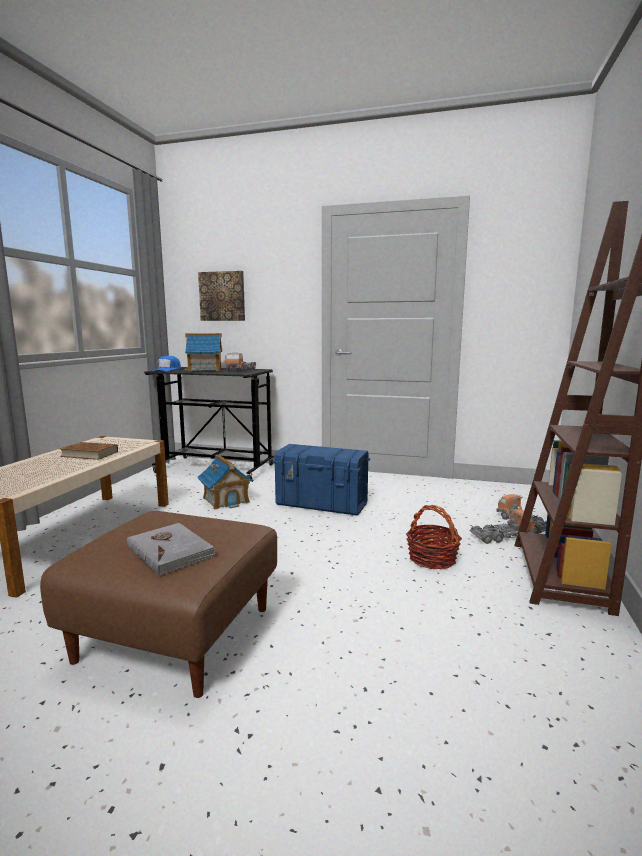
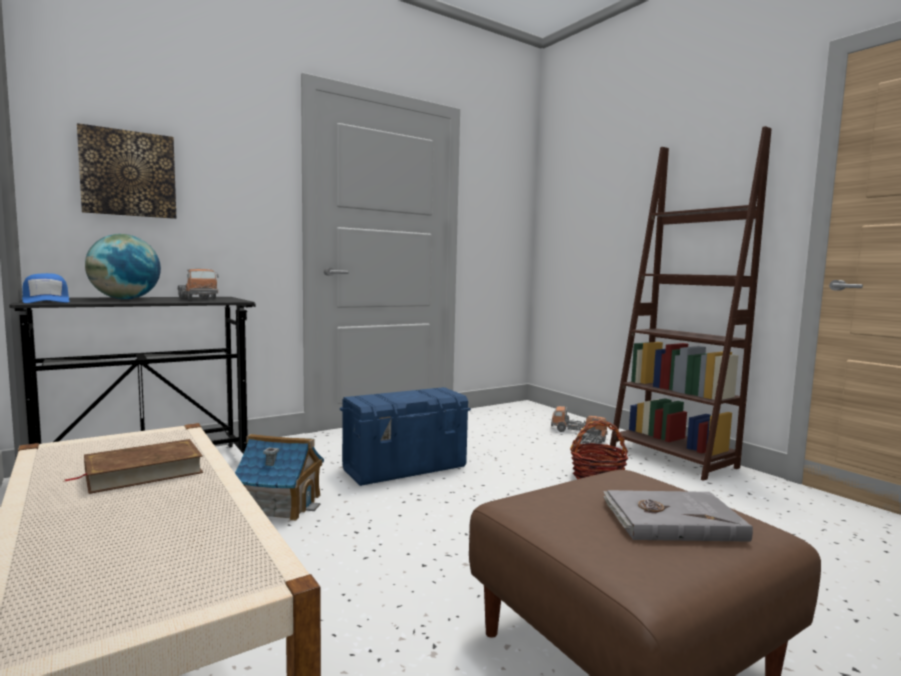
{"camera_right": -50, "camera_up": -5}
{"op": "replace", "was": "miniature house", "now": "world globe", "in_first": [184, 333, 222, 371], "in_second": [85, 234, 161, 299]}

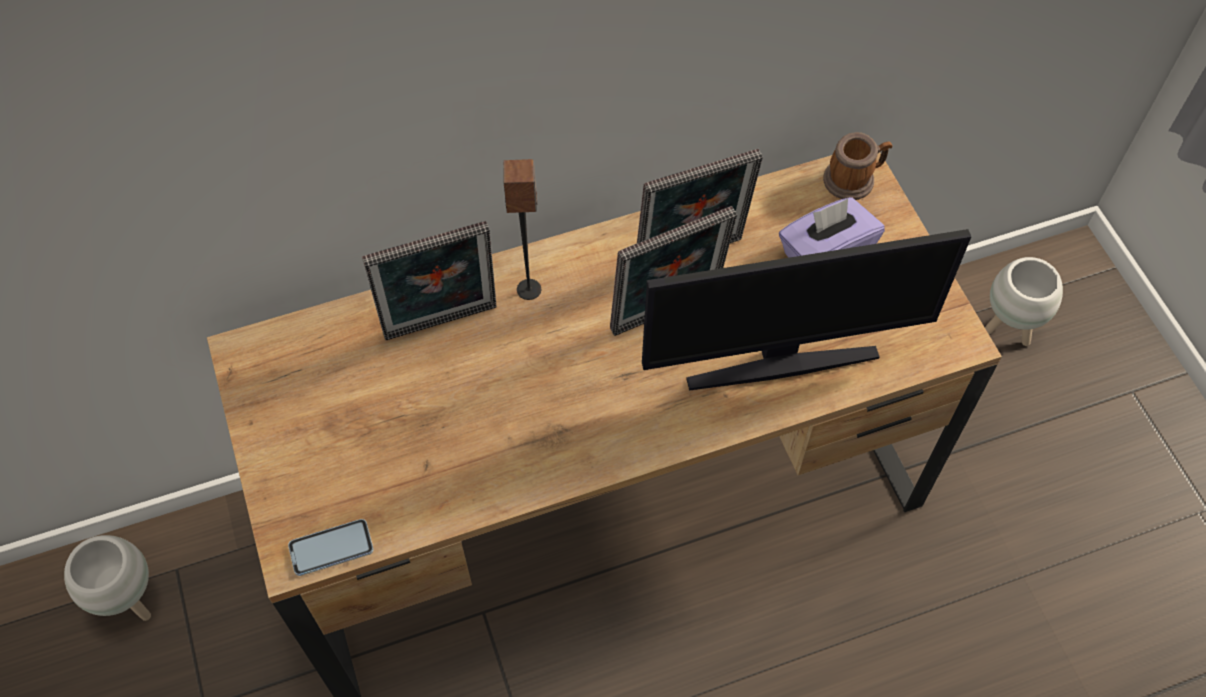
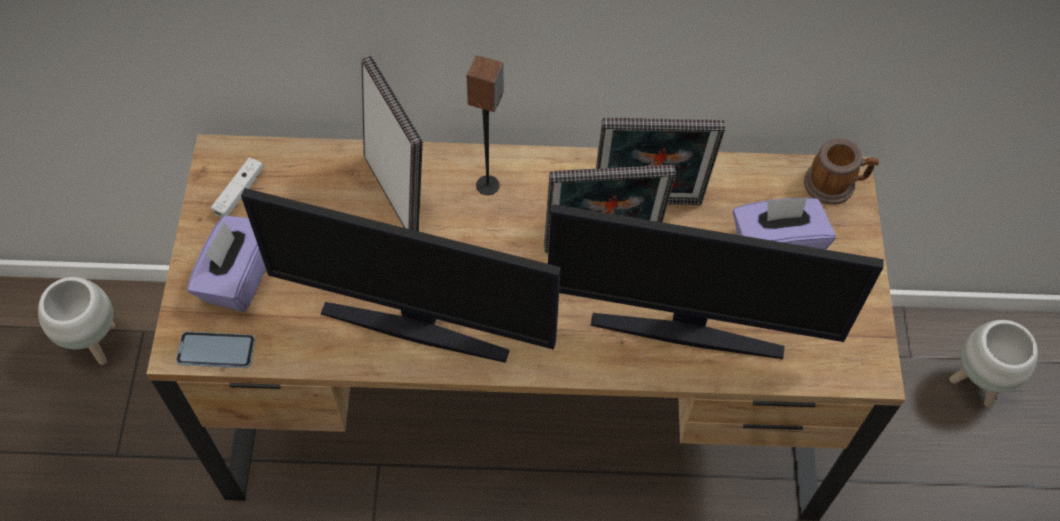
{"camera_right": 20, "camera_up": 0}
{"op": "insert", "now": "box of tissues (purple)", "in_second": [187, 216, 266, 312]}
{"op": "insert", "now": "joypad (white)", "in_second": [211, 157, 264, 218]}
{"op": "insert", "now": "computer screen", "in_second": [241, 188, 561, 363]}
{"op": "rotate", "was": "picture frame", "in_first": [362, 221, 497, 340], "in_second": [361, 56, 423, 231], "clockwise": -120}

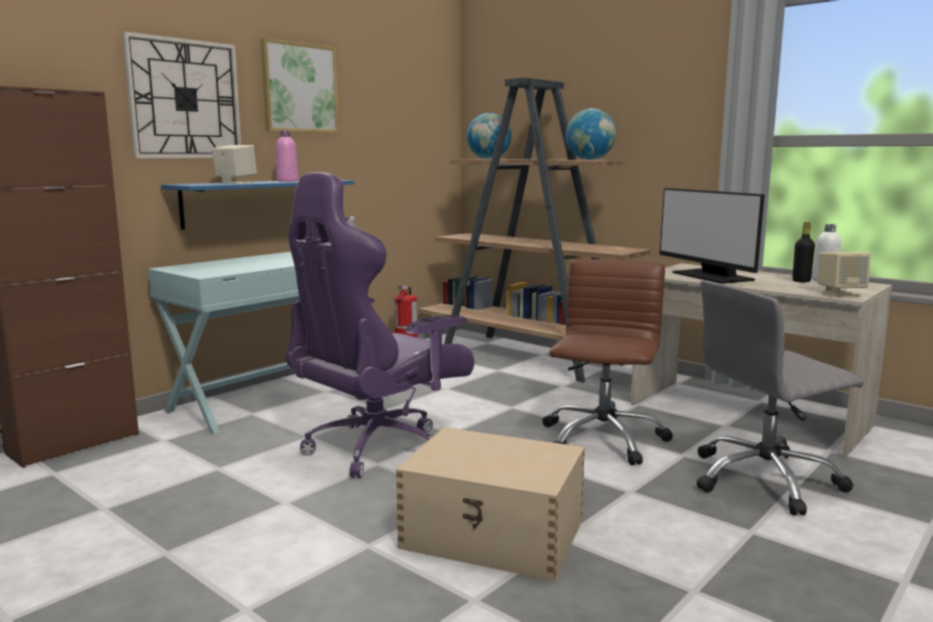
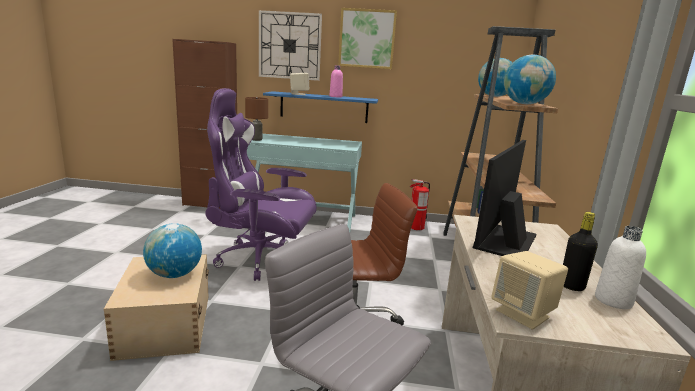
{"camera_right": 55, "camera_up": 5}
{"op": "insert", "now": "world globe", "in_second": [143, 223, 202, 278]}
{"op": "insert", "now": "table lamp (brown)", "in_second": [245, 97, 268, 141]}

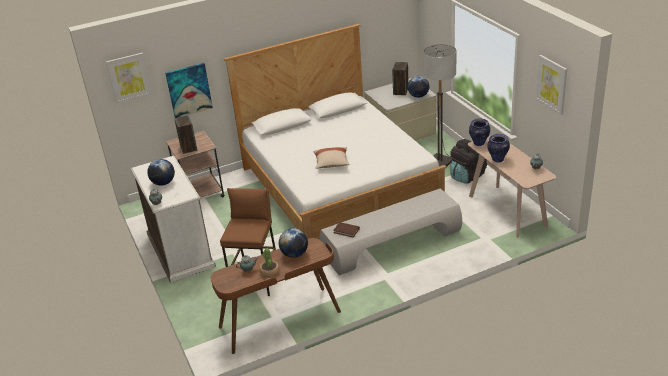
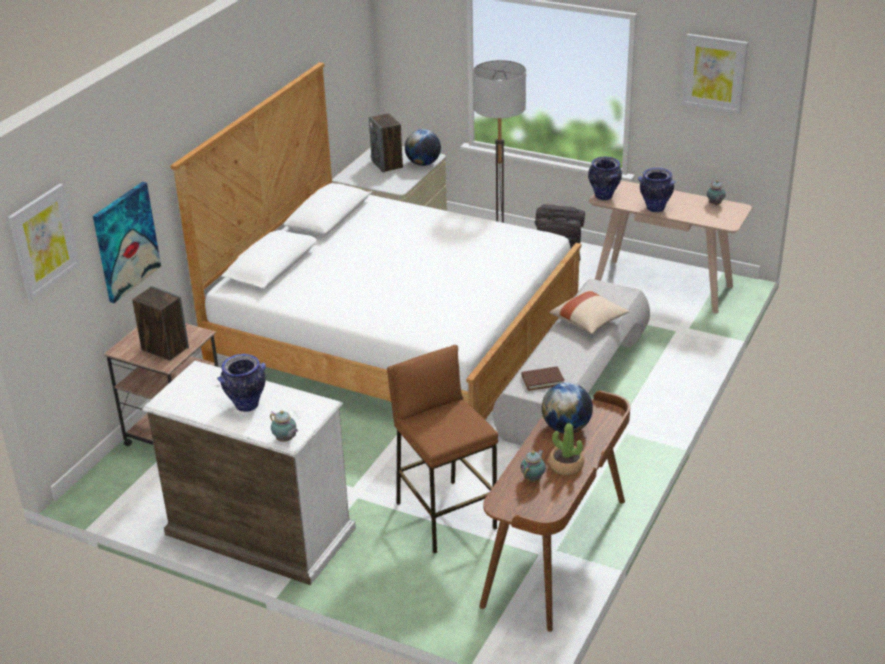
{"camera_right": -40, "camera_up": 0}
{"op": "replace", "was": "world globe", "now": "decorative vase", "in_first": [147, 159, 175, 186], "in_second": [217, 354, 266, 412]}
{"op": "move", "was": "throw pillow (beige)", "in_first": [313, 147, 349, 169], "in_second": [550, 290, 630, 334]}

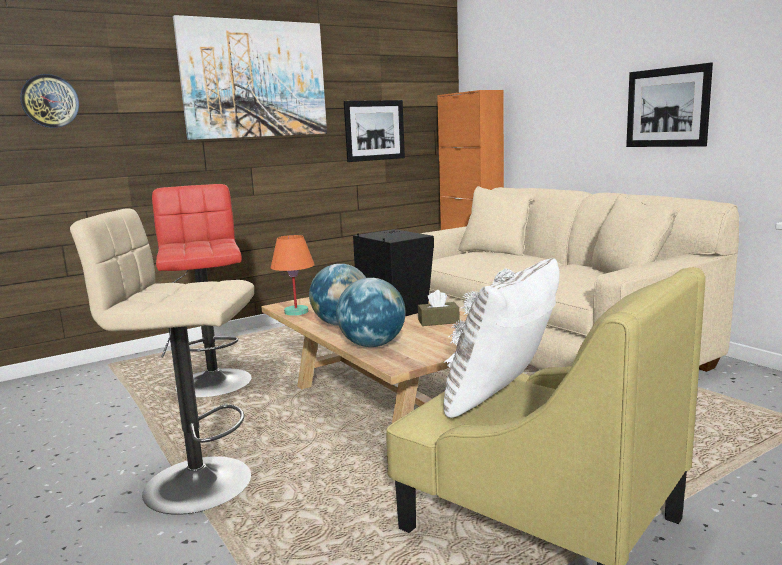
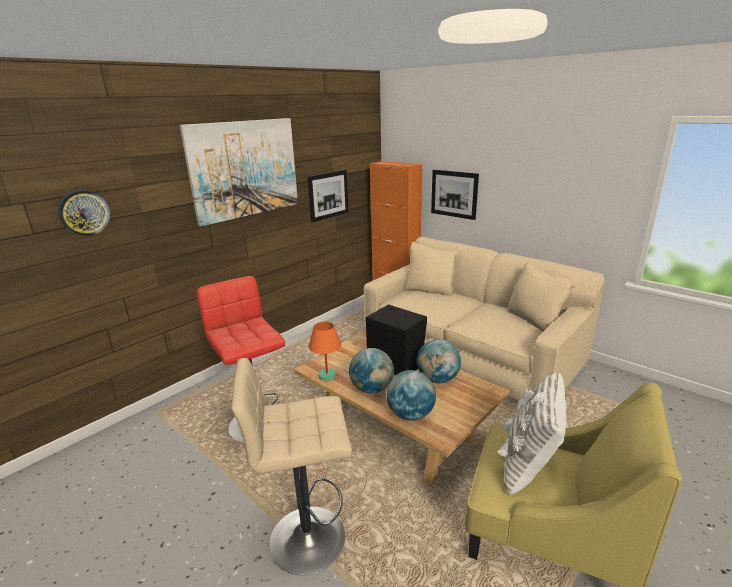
{"camera_right": -15, "camera_up": 10}
{"op": "replace", "was": "box of tissues (brown)", "now": "world globe", "in_first": [418, 290, 460, 326], "in_second": [417, 339, 461, 383]}
{"op": "move", "was": "wall picture", "in_first": [626, 63, 713, 147], "in_second": [431, 170, 479, 220]}

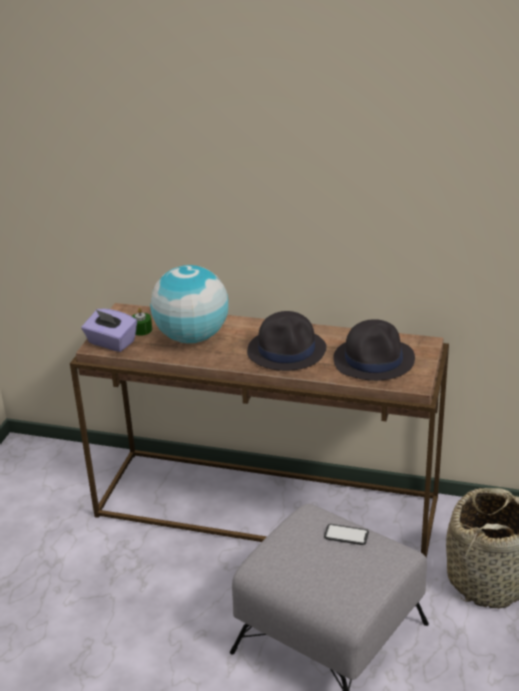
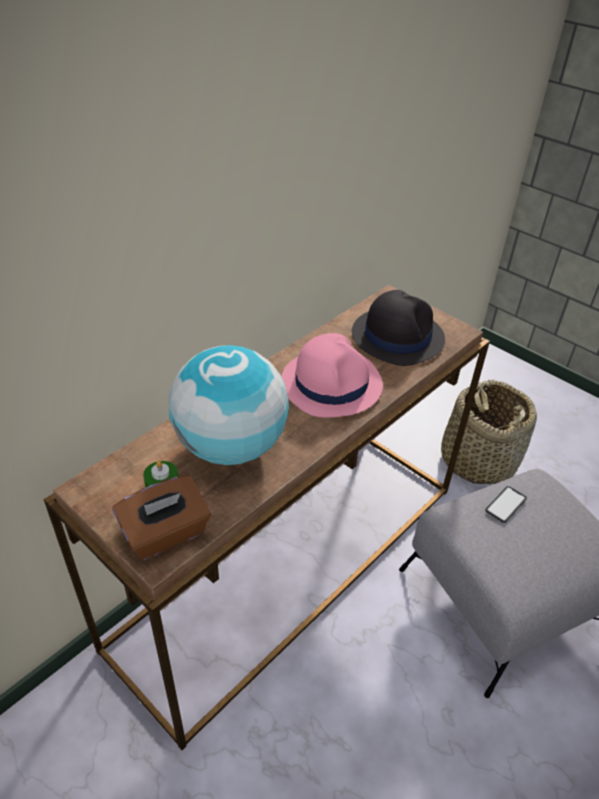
{"camera_right": -65, "camera_up": 10}
{"op": "recolor", "was": "box of tissues (purple)", "now": "box of tissues (brown)", "in_first": [82, 308, 137, 352], "in_second": [112, 475, 211, 560]}
{"op": "recolor", "was": "wearable hat (blackish)", "now": "wearable hat (pink)", "in_first": [247, 311, 327, 371], "in_second": [281, 333, 383, 417]}

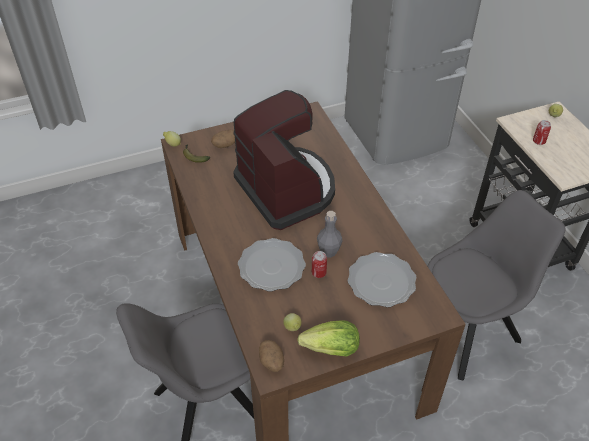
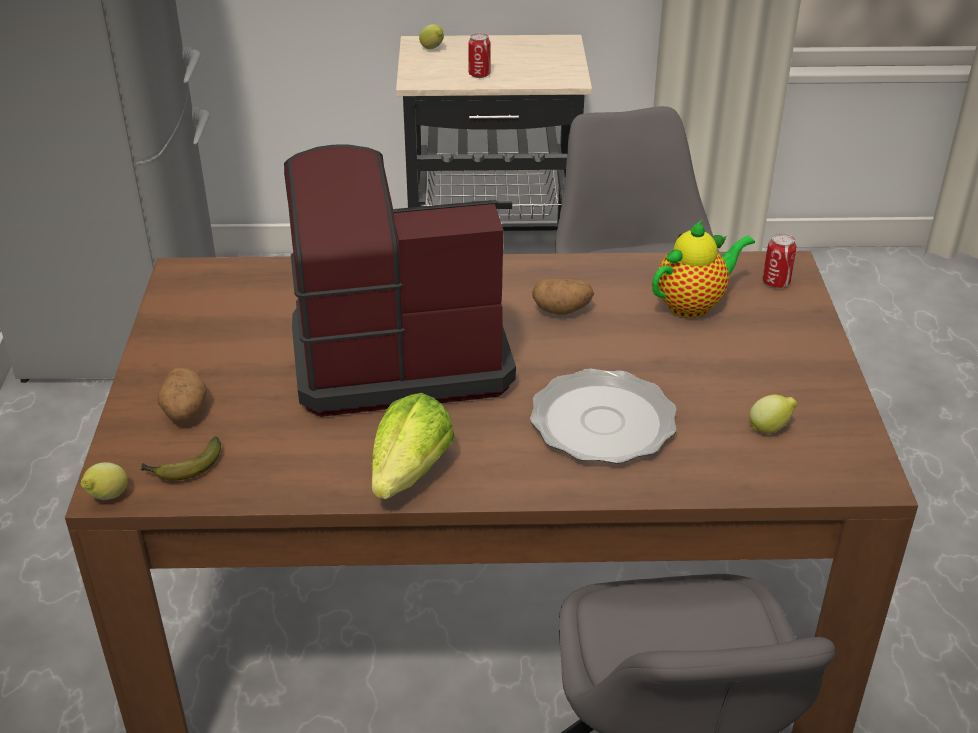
{"camera_right": -70, "camera_up": -10}
{"op": "move", "was": "lettuce", "in_first": [297, 320, 360, 356], "in_second": [371, 393, 455, 499]}
{"op": "move", "was": "spud", "in_first": [259, 340, 284, 372], "in_second": [532, 279, 594, 315]}
{"op": "replace", "was": "flat dish", "now": "pot for tea", "in_first": [348, 252, 416, 307], "in_second": [652, 220, 755, 318]}
{"op": "move", "was": "can", "in_first": [312, 251, 327, 278], "in_second": [762, 233, 797, 288]}
{"op": "delete", "was": "drink bottle (greyish)", "in_first": [317, 211, 342, 258]}

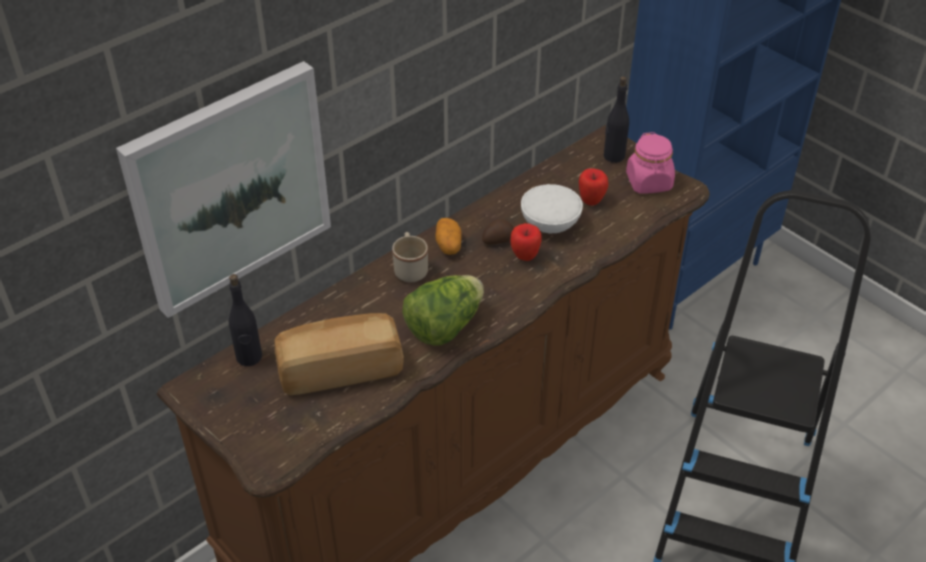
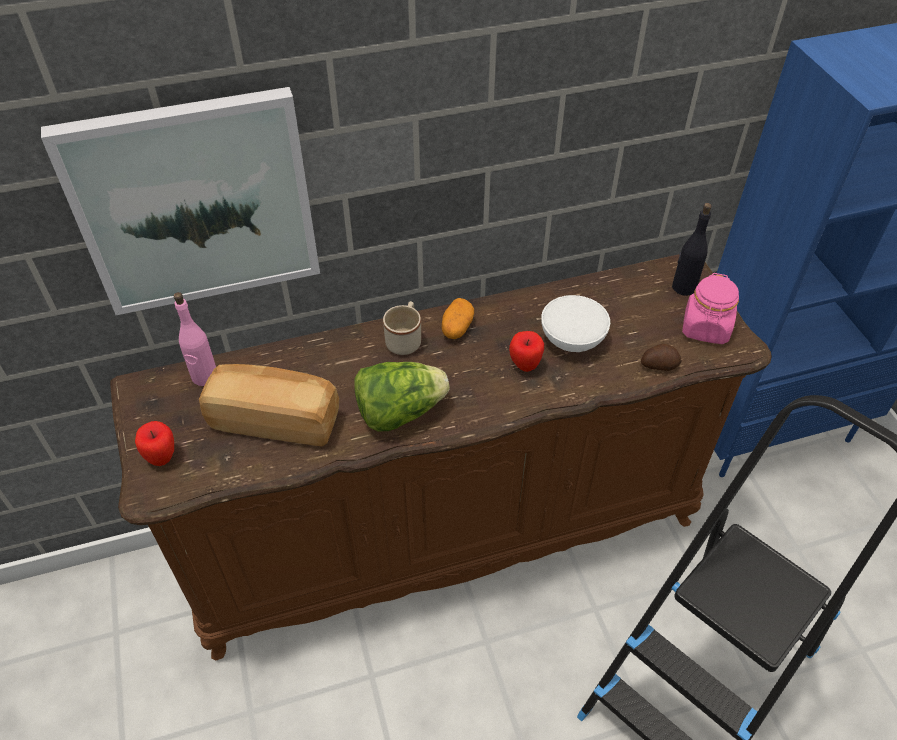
{"camera_right": 25, "camera_up": 5}
{"op": "move", "was": "apple", "in_first": [579, 168, 609, 206], "in_second": [135, 421, 174, 466]}
{"op": "recolor", "was": "drink bottle (blackish)", "now": "drink bottle (pink)", "in_first": [229, 274, 262, 366], "in_second": [174, 292, 216, 386]}
{"op": "move", "was": "spud", "in_first": [482, 219, 514, 245], "in_second": [641, 344, 682, 371]}

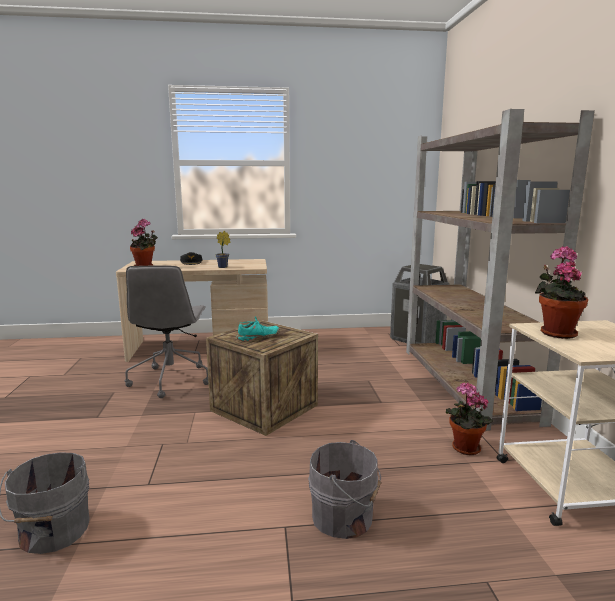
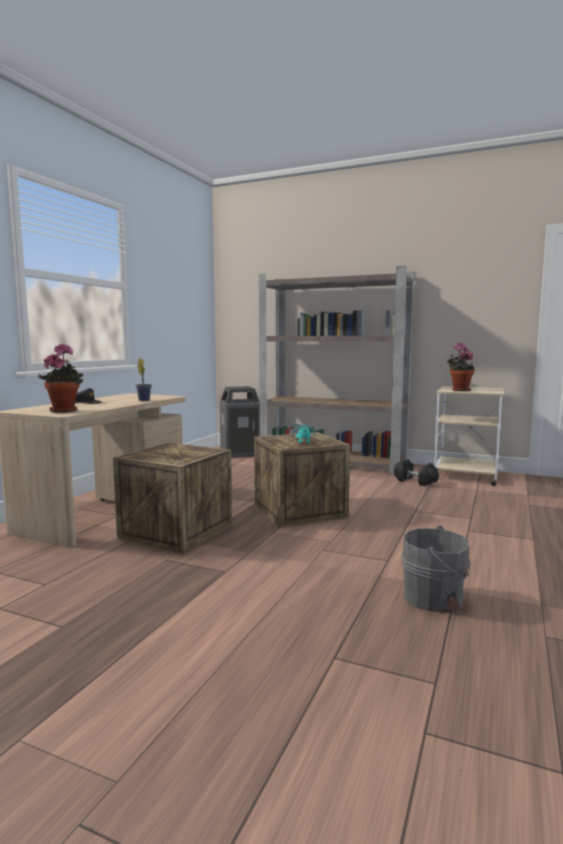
{"camera_right": -60, "camera_up": -5}
{"op": "replace", "was": "computer chair (greyish)", "now": "shipping crate", "in_first": [125, 265, 208, 398], "in_second": [113, 443, 232, 554]}
{"op": "replace", "was": "houseplant", "now": "free weight (blackish)", "in_first": [446, 382, 493, 455], "in_second": [394, 459, 439, 486]}
{"op": "delete", "was": "pail (greyish)", "in_first": [308, 440, 381, 539]}

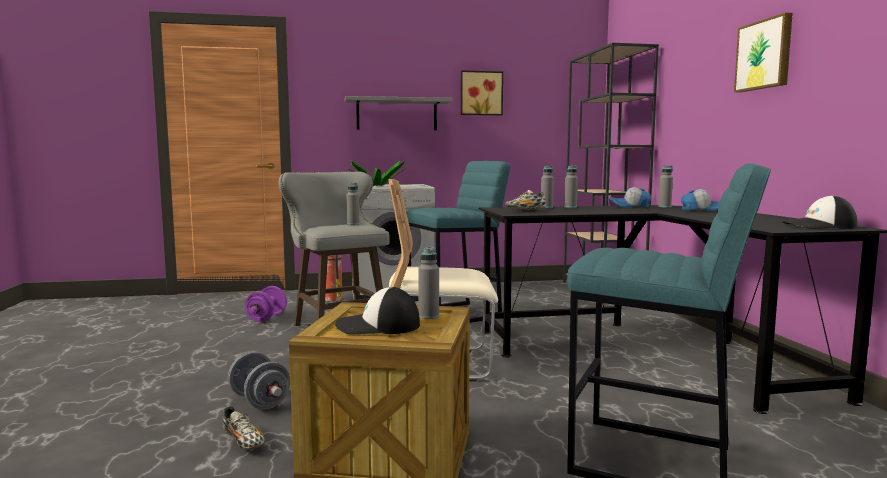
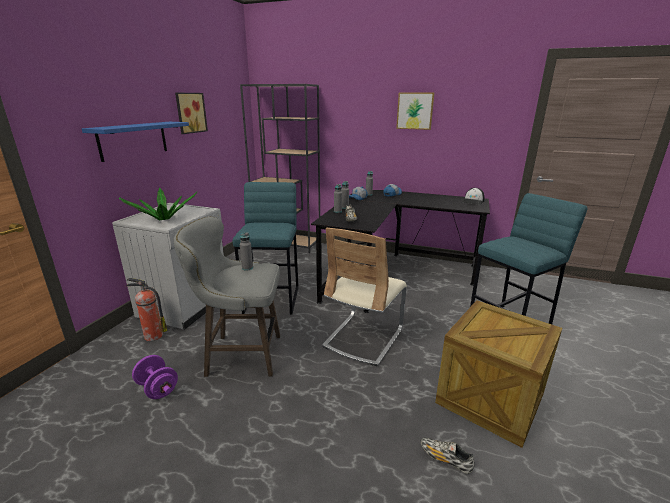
{"camera_right": -60, "camera_up": 15}
{"op": "recolor", "was": "shelf (greyish)", "now": "shelf (blue)", "in_first": [345, 96, 452, 130], "in_second": [82, 122, 189, 162]}
{"op": "rotate", "was": "shoe", "in_first": [223, 406, 265, 450], "in_second": [421, 438, 474, 474], "clockwise": -135}
{"op": "delete", "was": "free weight (greyish)", "in_first": [228, 352, 290, 410]}
{"op": "delete", "was": "peaked cap", "in_first": [335, 287, 420, 334]}
{"op": "delete", "was": "drink bottle (greyish)", "in_first": [418, 247, 439, 319]}

